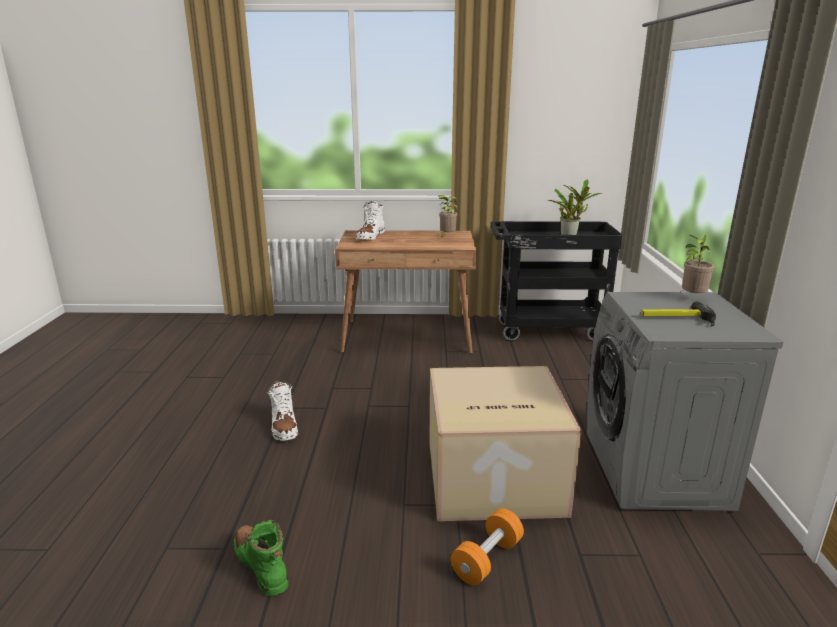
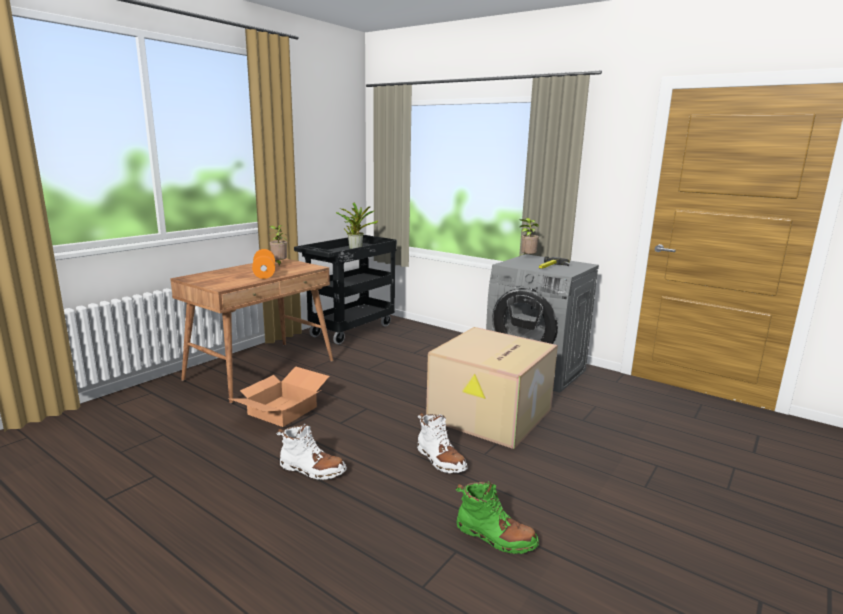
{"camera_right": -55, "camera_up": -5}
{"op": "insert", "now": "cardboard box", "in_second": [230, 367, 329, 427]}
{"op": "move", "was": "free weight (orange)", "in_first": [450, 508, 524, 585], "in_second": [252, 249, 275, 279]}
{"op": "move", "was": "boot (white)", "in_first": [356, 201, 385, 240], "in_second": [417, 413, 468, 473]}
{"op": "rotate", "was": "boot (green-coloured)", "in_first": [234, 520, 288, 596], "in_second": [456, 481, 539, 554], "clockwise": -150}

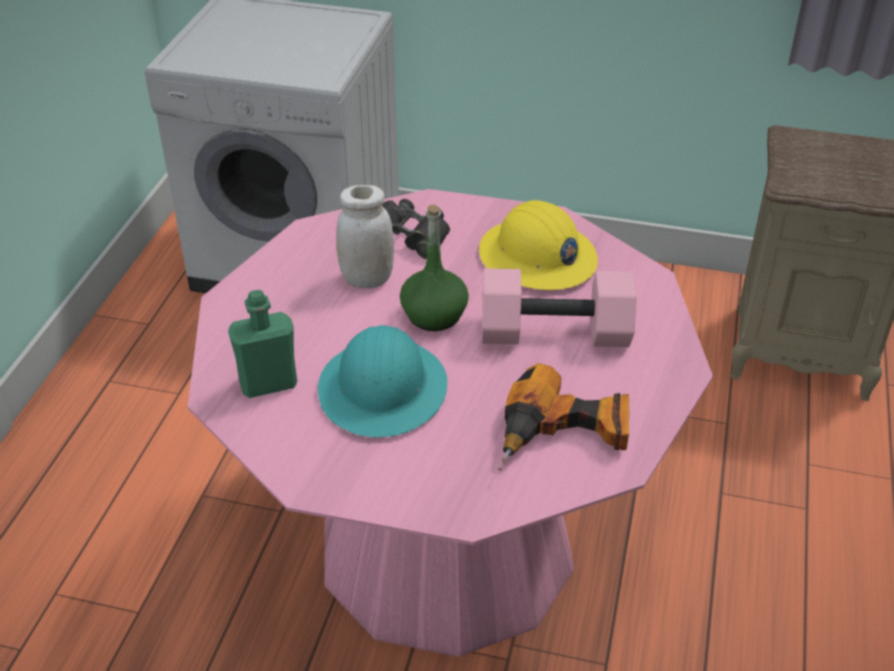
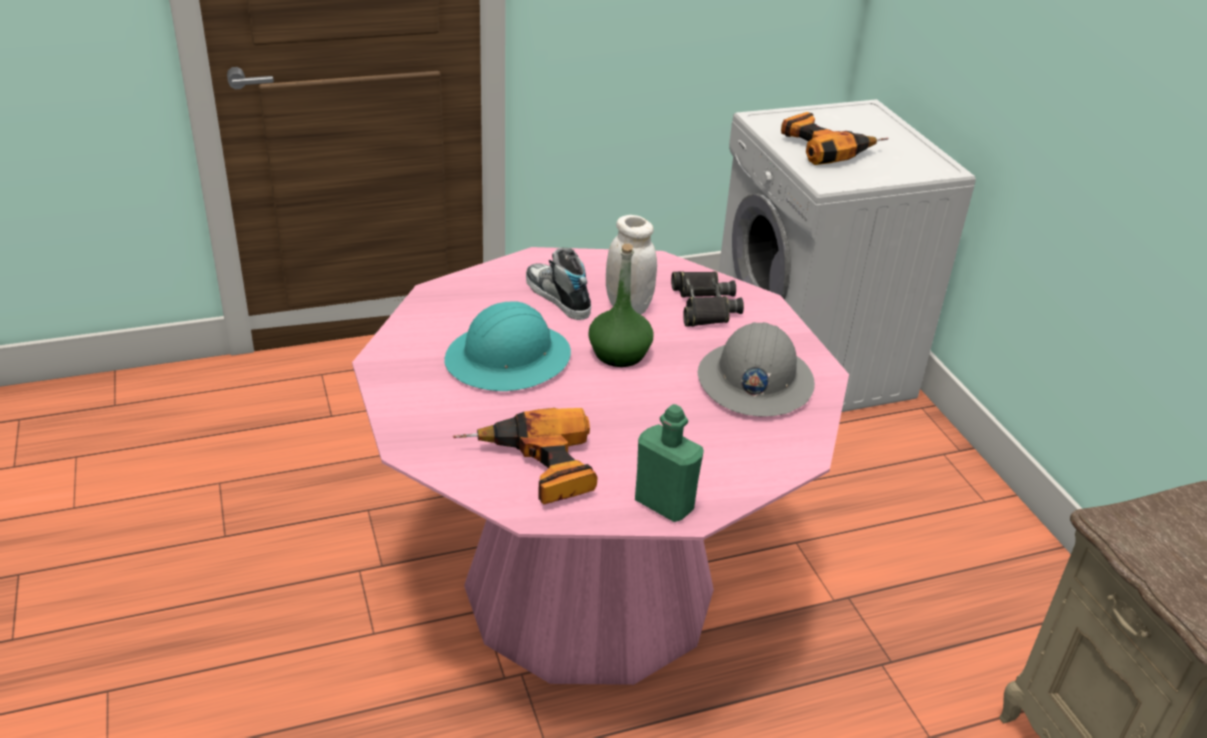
{"camera_right": 55, "camera_up": -5}
{"op": "insert", "now": "shoe", "in_second": [526, 248, 591, 320]}
{"op": "move", "was": "drink bottle (green-coloured)", "in_first": [228, 290, 297, 398], "in_second": [635, 404, 704, 522]}
{"op": "recolor", "was": "hard hat (yellow)", "now": "hard hat (greyish)", "in_first": [479, 200, 598, 290], "in_second": [698, 322, 815, 417]}
{"op": "insert", "now": "power drill", "in_second": [781, 112, 889, 165]}
{"op": "delete", "was": "free weight (pink)", "in_first": [482, 268, 637, 347]}

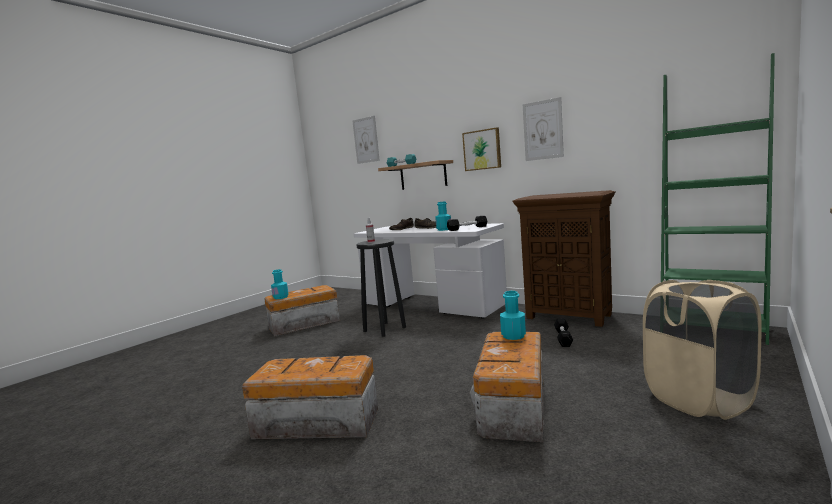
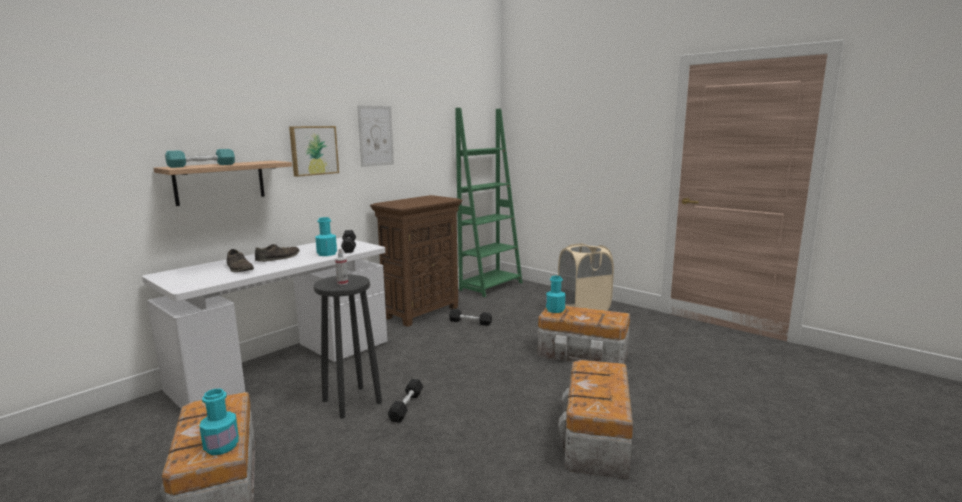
{"camera_right": -85, "camera_up": 5}
{"op": "insert", "now": "free weight (blackish)", "in_second": [387, 379, 423, 423]}
{"op": "delete", "was": "wall picture", "in_first": [353, 116, 380, 164]}

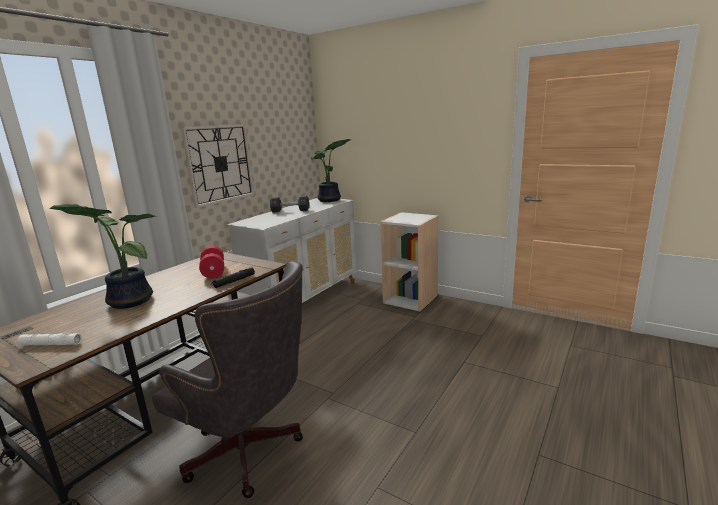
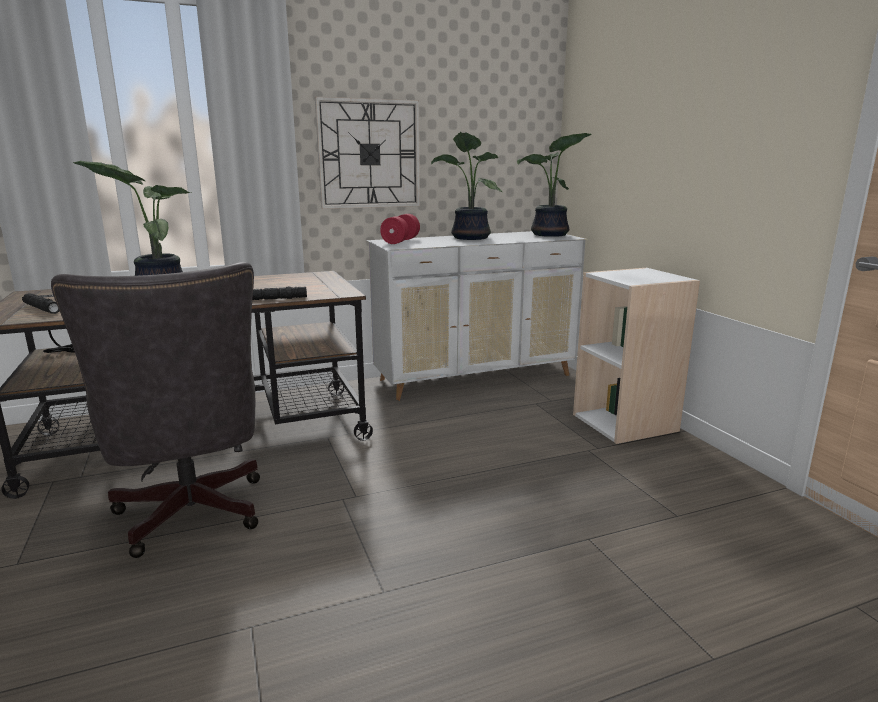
{"camera_right": 35, "camera_up": 0}
{"op": "recolor", "was": "torch (white)", "now": "torch (blackish)", "in_first": [15, 333, 82, 346], "in_second": [22, 293, 59, 314]}
{"op": "move", "was": "free weight (red-coloured)", "in_first": [199, 245, 224, 279], "in_second": [380, 214, 420, 244]}
{"op": "replace", "was": "free weight (blackish)", "now": "houseplant", "in_first": [270, 196, 309, 213], "in_second": [431, 132, 503, 240]}

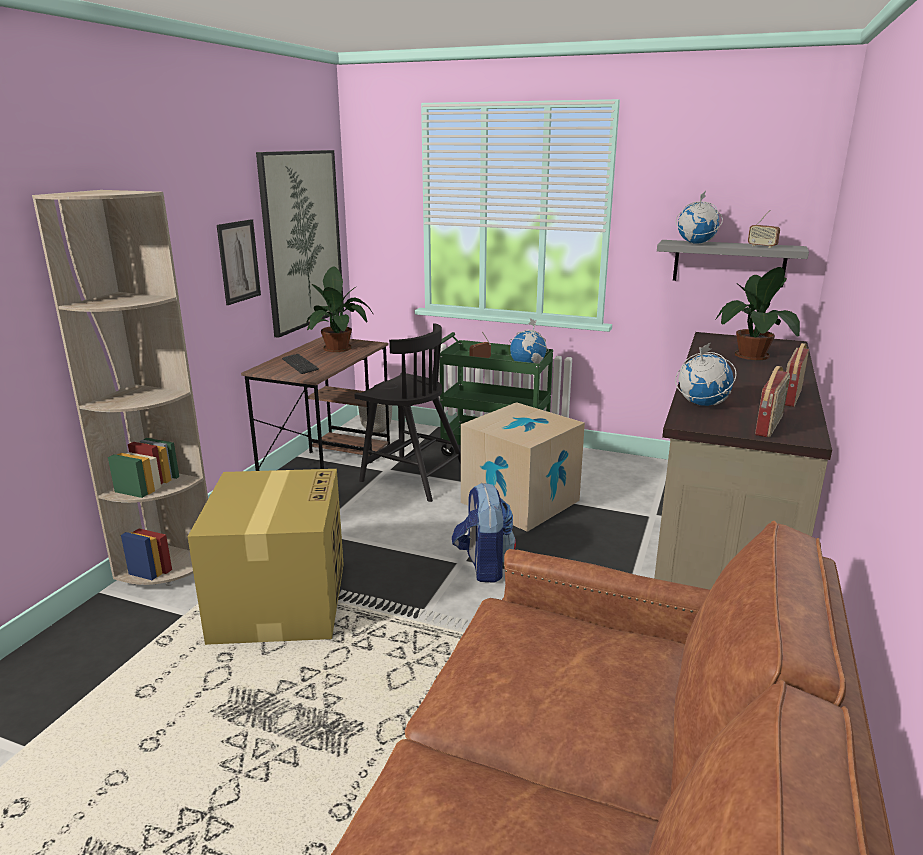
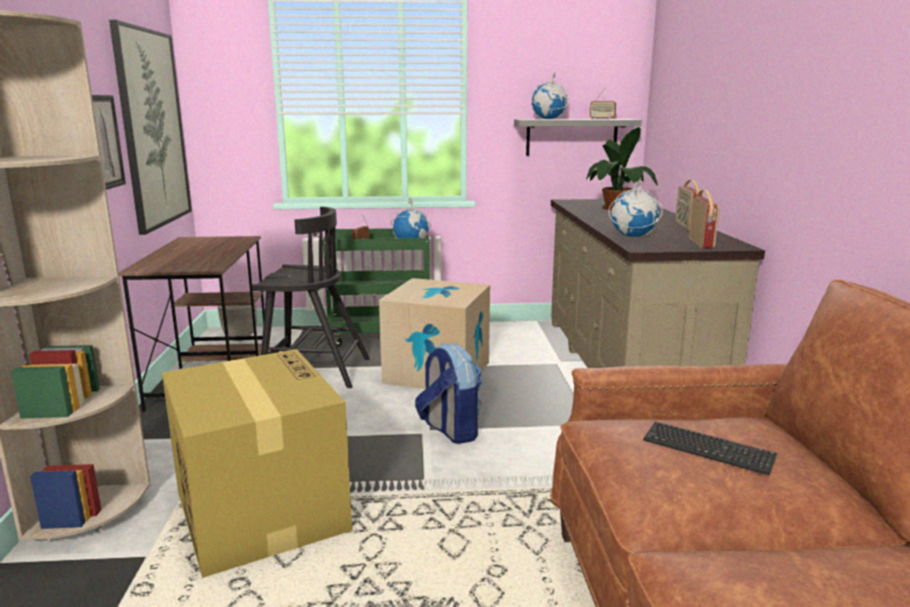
{"camera_right": -25, "camera_up": -5}
{"op": "move", "was": "computer keyboard", "in_first": [282, 354, 319, 374], "in_second": [643, 422, 777, 475]}
{"op": "delete", "was": "houseplant", "in_first": [306, 266, 373, 352]}

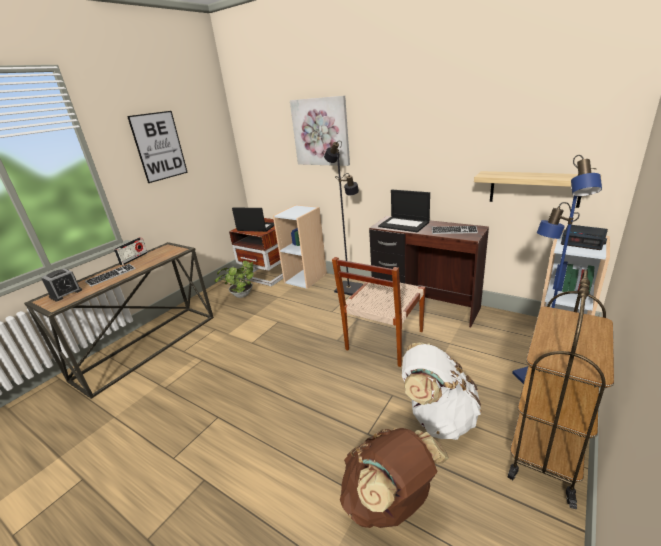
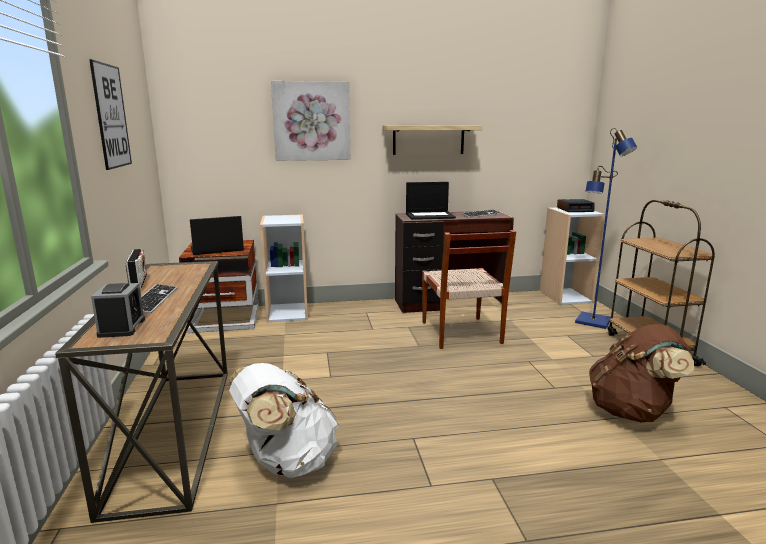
{"camera_right": -45, "camera_up": -10}
{"op": "move", "was": "knapsack (white)", "in_first": [402, 342, 481, 440], "in_second": [229, 363, 339, 478]}
{"op": "move", "was": "shelf", "in_first": [474, 171, 602, 208], "in_second": [382, 125, 483, 155]}
{"op": "delete", "was": "houseplant", "in_first": [215, 261, 254, 298]}
{"op": "delete", "was": "floor lamp (blackish)", "in_first": [324, 141, 363, 295]}

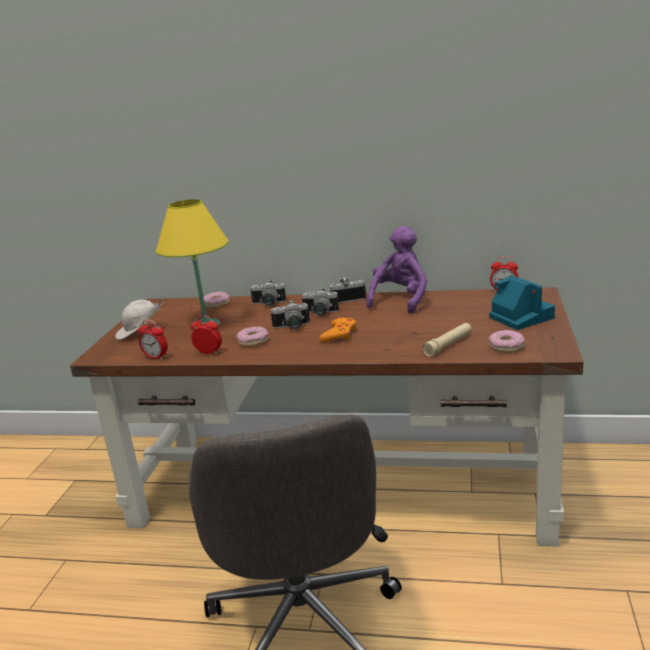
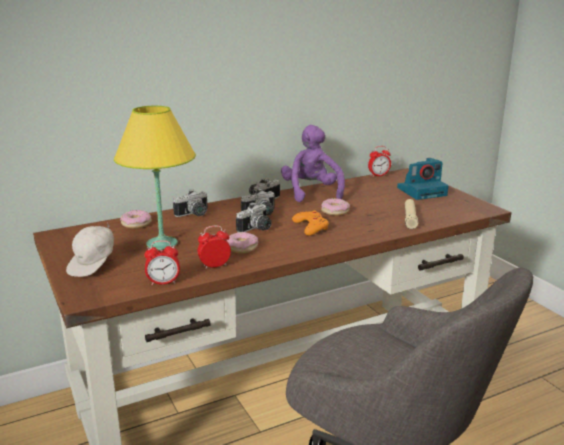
{"camera_right": -40, "camera_up": 0}
{"op": "move", "was": "ring doughnut", "in_first": [488, 330, 525, 353], "in_second": [321, 198, 350, 216]}
{"op": "rotate", "was": "photo camera", "in_first": [489, 276, 555, 330], "in_second": [397, 158, 449, 200], "clockwise": 135}

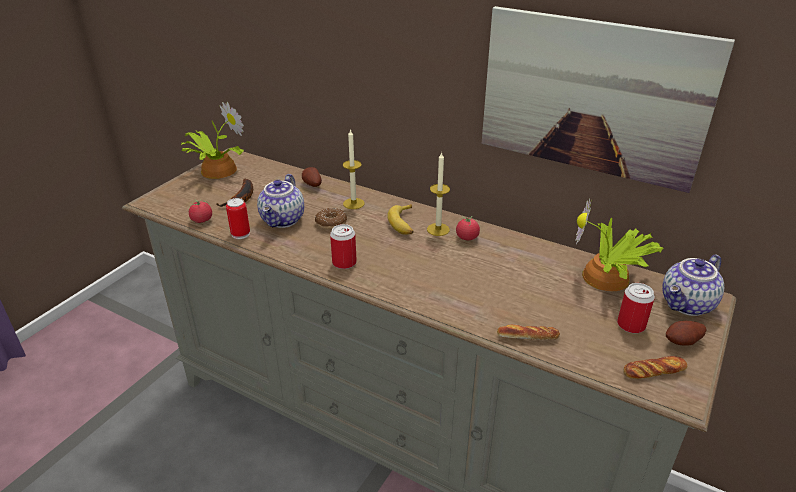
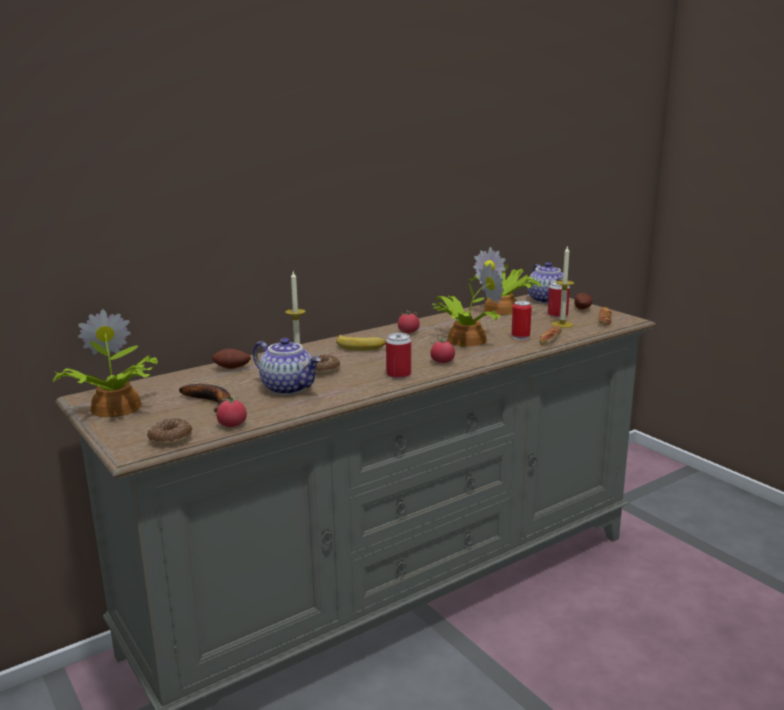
{"camera_right": -65, "camera_up": -15}
{"op": "insert", "now": "ring doughnut", "in_second": [147, 418, 192, 446]}
{"op": "insert", "now": "whole tomato", "in_second": [430, 337, 455, 363]}
{"op": "insert", "now": "houseplant", "in_second": [432, 263, 504, 347]}
{"op": "move", "was": "can", "in_first": [226, 198, 250, 239], "in_second": [512, 301, 532, 340]}
{"op": "move", "was": "wax light", "in_first": [427, 151, 450, 236], "in_second": [552, 246, 574, 328]}
{"op": "delete", "was": "wall picture", "in_first": [482, 6, 735, 193]}

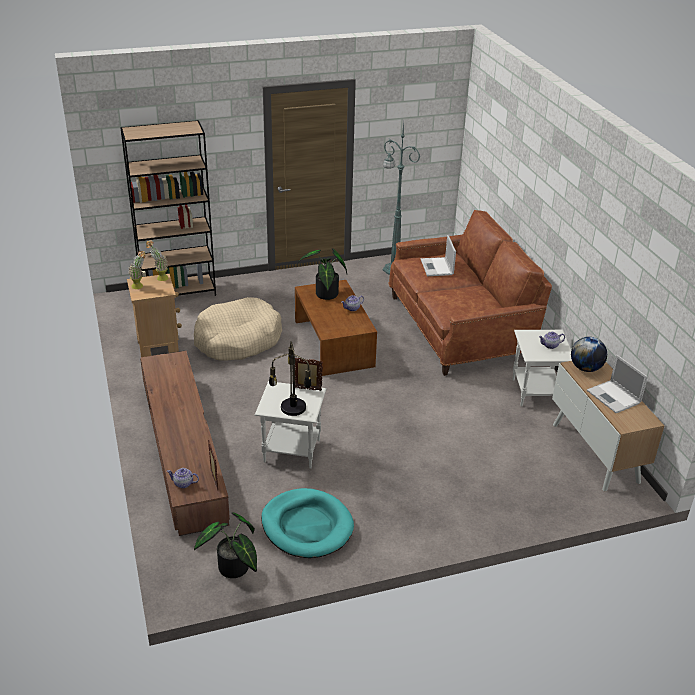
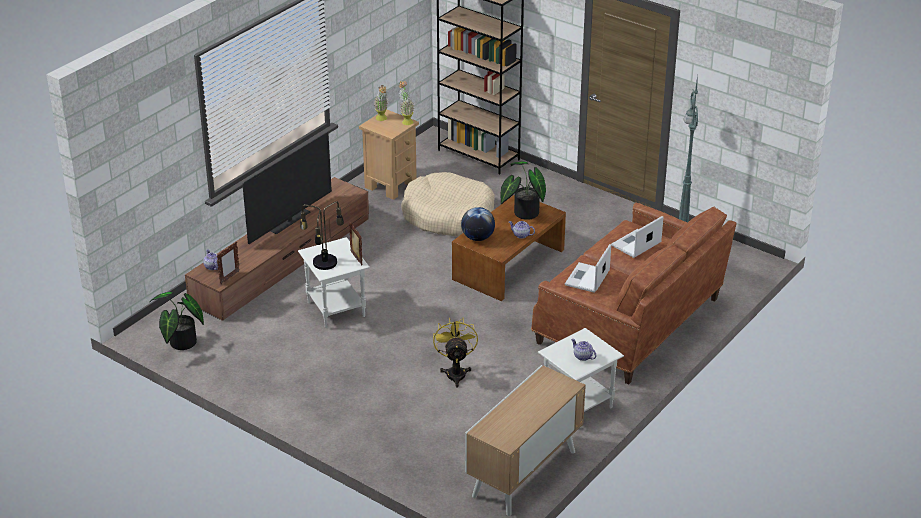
{"camera_right": 55, "camera_up": 0}
{"op": "insert", "now": "television", "in_second": [242, 132, 332, 244]}
{"op": "insert", "now": "electric fan (yellow)", "in_second": [433, 317, 478, 387]}
{"op": "move", "was": "world globe", "in_first": [571, 337, 607, 372], "in_second": [461, 207, 495, 241]}
{"op": "move", "was": "portable computer", "in_first": [587, 355, 648, 413], "in_second": [565, 244, 611, 293]}
{"op": "delete", "was": "pet bed (blue-green)", "in_first": [261, 488, 354, 558]}

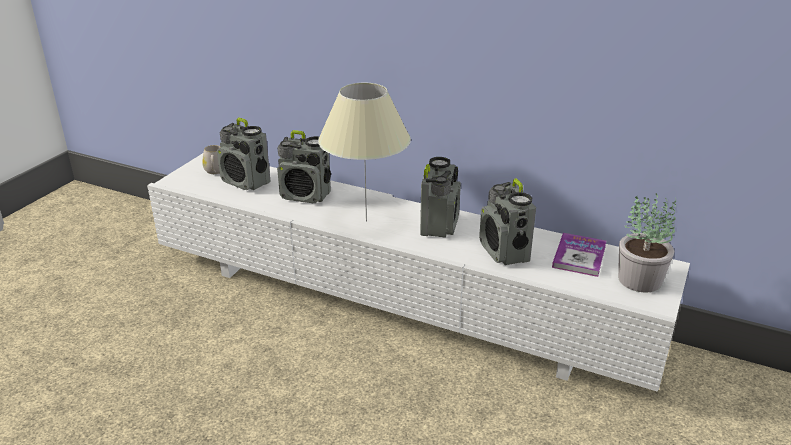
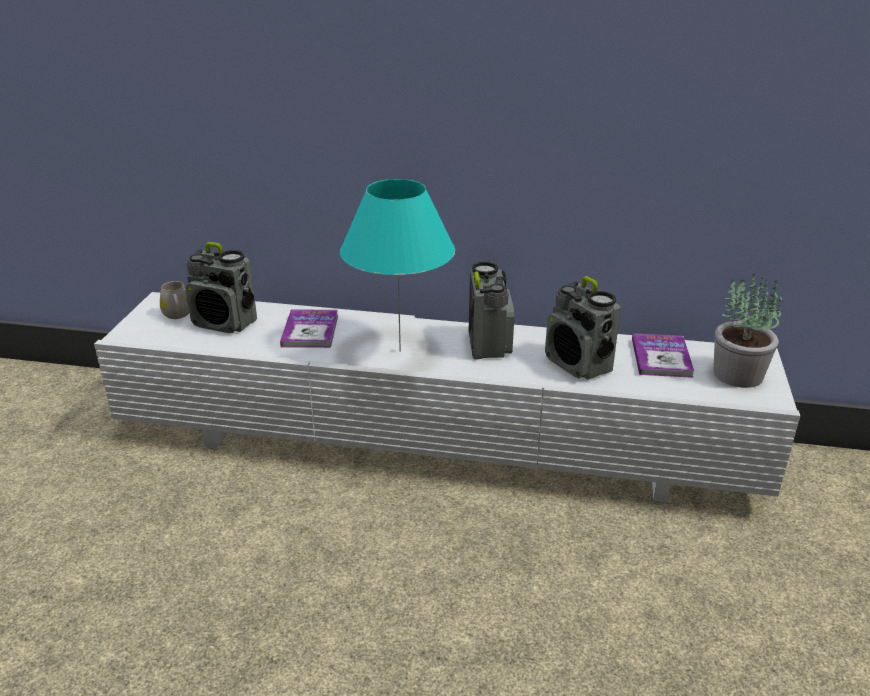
{"camera_right": -15, "camera_up": 0}
{"op": "replace", "was": "radio receiver", "now": "volume", "in_first": [277, 130, 331, 203], "in_second": [280, 310, 338, 348]}
{"op": "recolor", "was": "table lamp (beige)", "now": "table lamp (blue-green)", "in_first": [318, 83, 411, 222], "in_second": [340, 179, 455, 352]}

